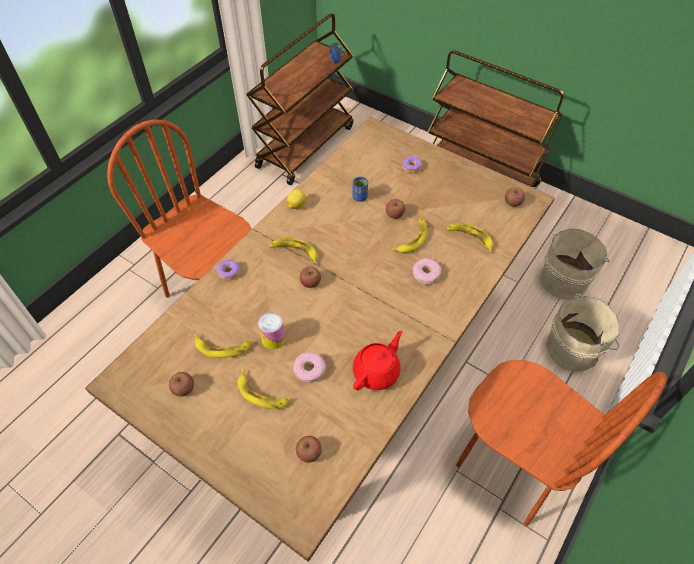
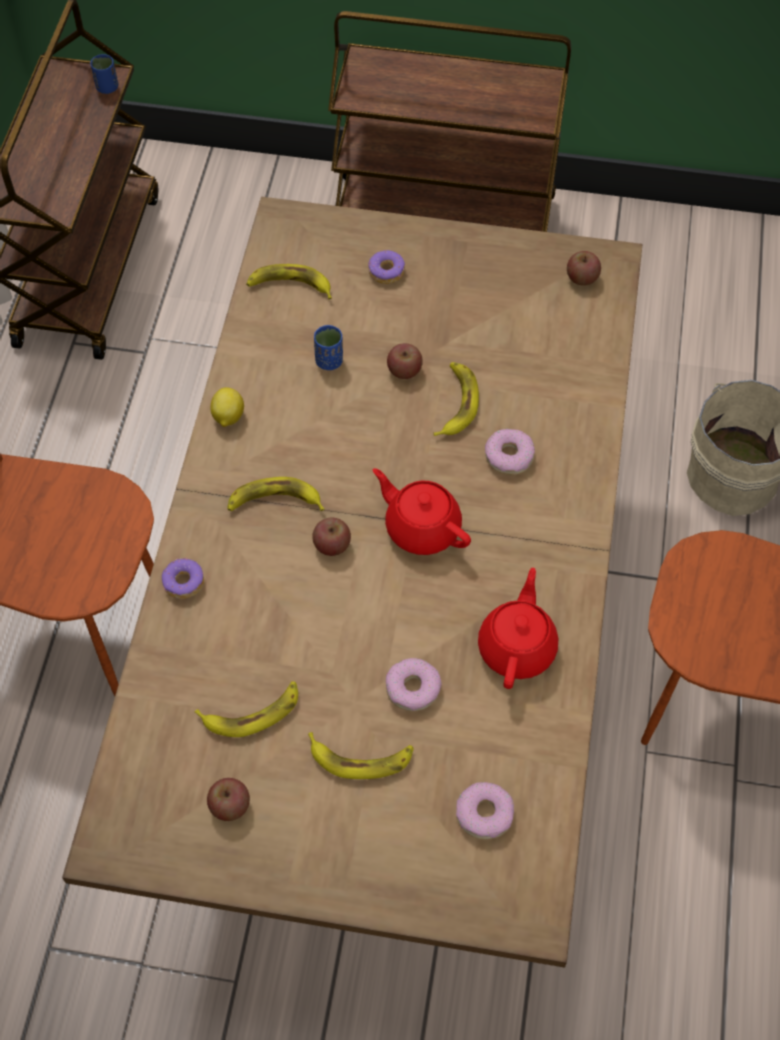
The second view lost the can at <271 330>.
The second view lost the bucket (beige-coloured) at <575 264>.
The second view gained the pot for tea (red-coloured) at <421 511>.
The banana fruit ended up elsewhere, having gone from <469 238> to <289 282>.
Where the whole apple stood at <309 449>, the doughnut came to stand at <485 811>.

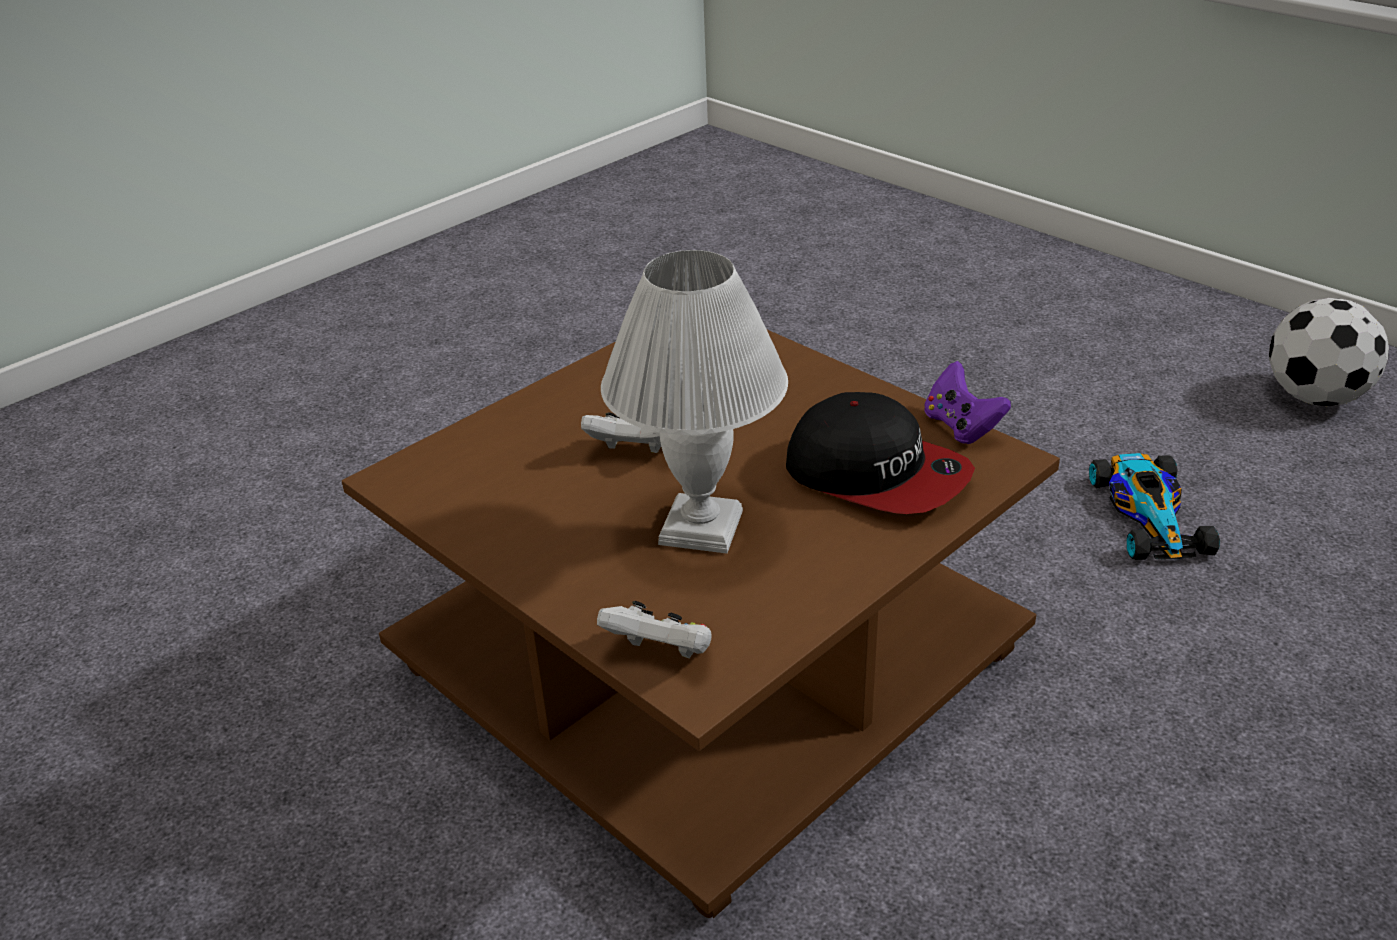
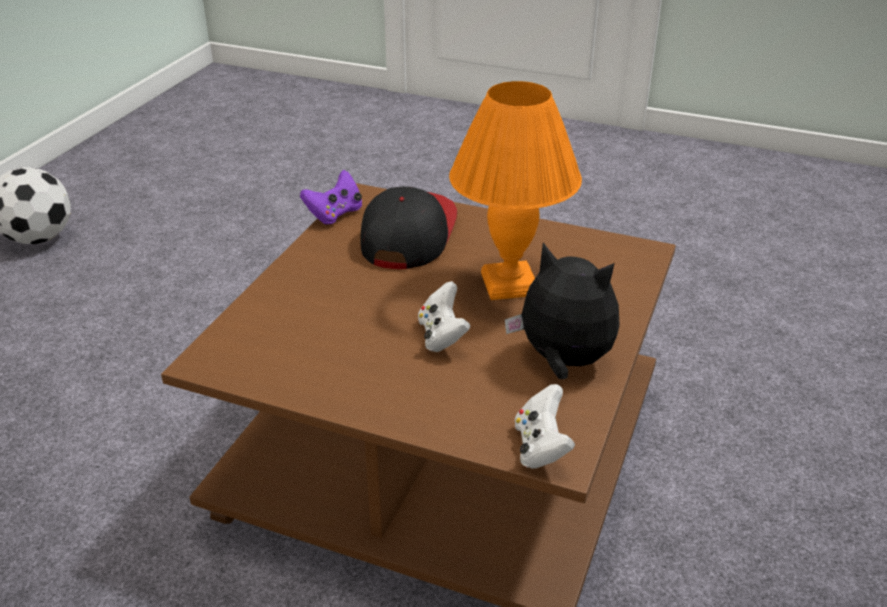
The second view lost the toy car at <1154 506>.
The second view gained the plush toy at <562 310>.
The game controller (white-coloured) ended up elsewhere, having gone from <654 629> to <545 426>.
What was the lamp for a table (white-coloured) at <694 402> turned into the lamp for a table (orangey) at <515 190>.

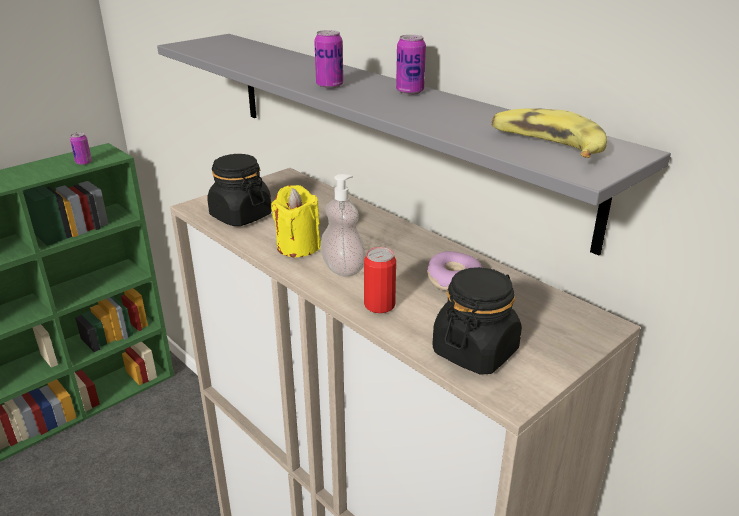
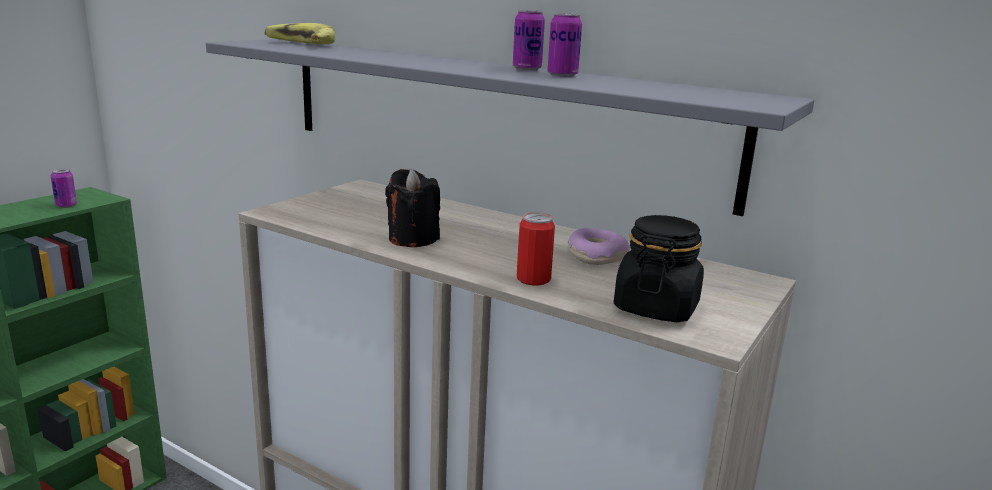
The second view lost the jar (black-coloured) at <239 190>.
The second view lost the liquid soap bottle at <343 225>.
The can ended up elsewhere, having gone from <328 59> to <564 45>.
The banana fruit ended up elsewhere, having gone from <549 133> to <300 33>.
What was the wax candle (yellowish) at <296 221> turned into the wax candle (black-coloured) at <412 208>.

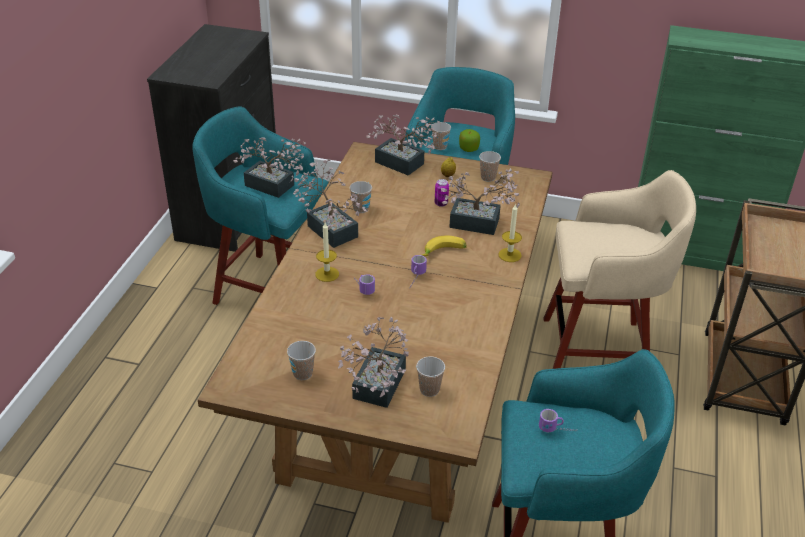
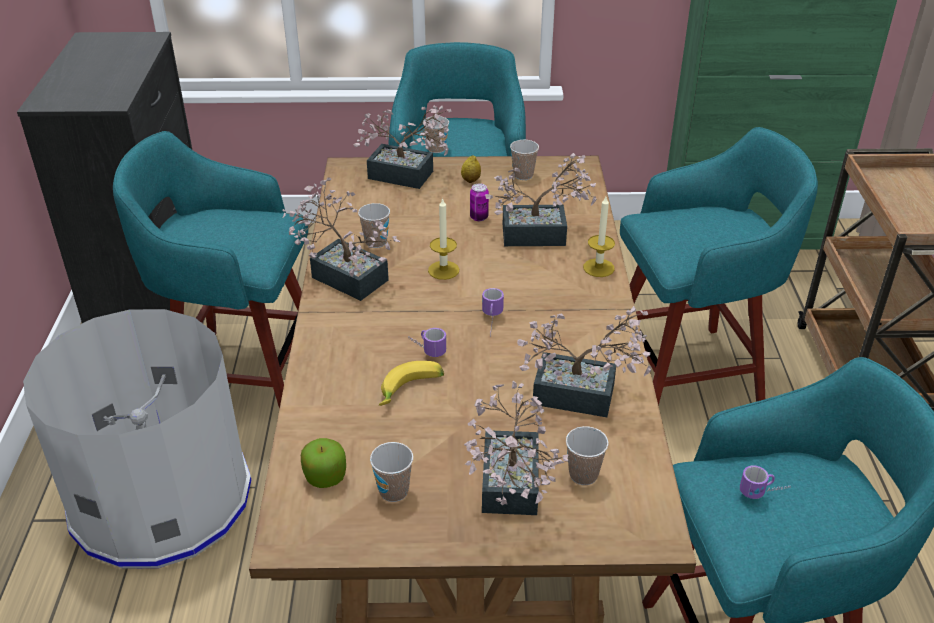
The second view gained the rubbish bin (gray) at <137 439>.
The plant in a pot ended up elsewhere, having gone from <269 167> to <584 361>.
The wax candle ended up elsewhere, having gone from <327 252> to <443 238>.
The banana fruit ended up elsewhere, having gone from <444 246> to <411 383>.
The whole apple ended up elsewhere, having gone from <469 140> to <323 463>.
What was the sitting stool (beige-coloured) at <619 269> turned into the sitting stool (blue-green) at <719 266>.

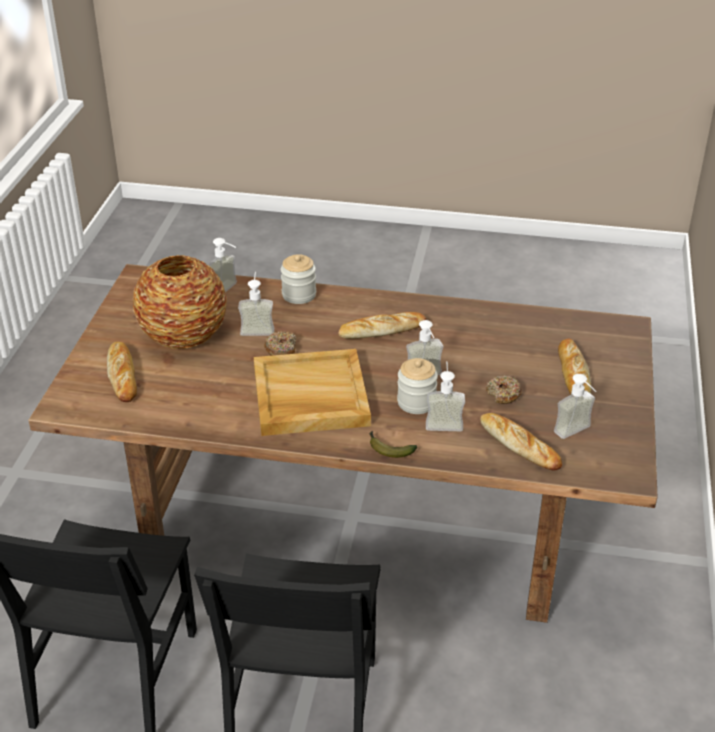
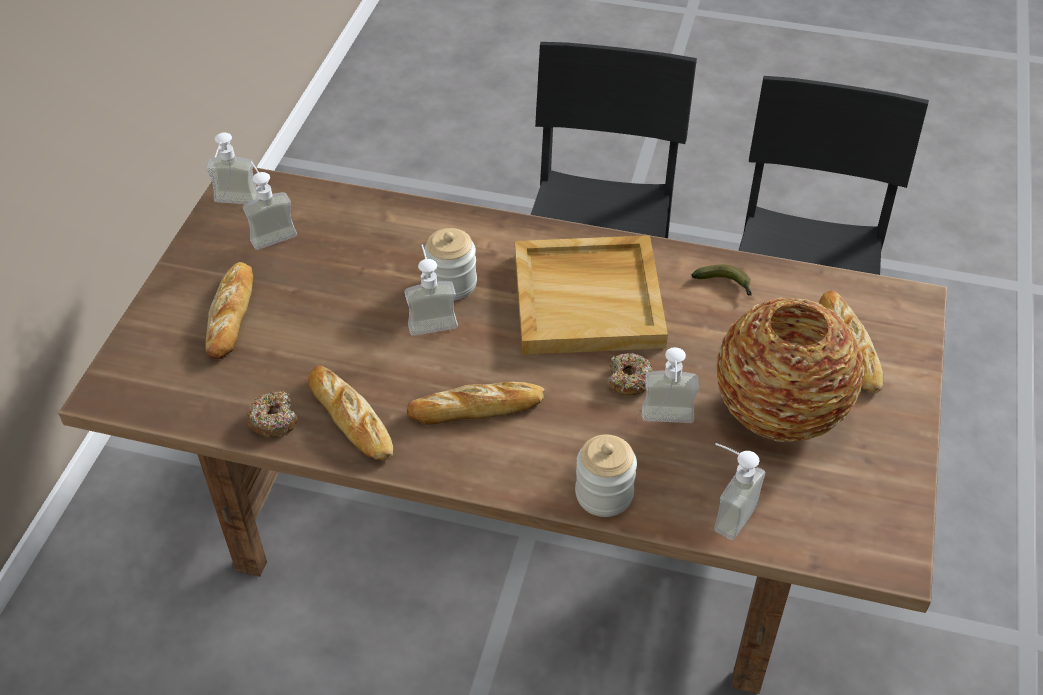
The banana fruit ended up elsewhere, having gone from <393 444> to <722 280>.
The liquid soap bottle ended up elsewhere, having gone from <445 396> to <232 168>.
The baked bread ended up elsewhere, having gone from <521 442> to <350 413>.
The doughnut ended up elsewhere, having gone from <504 389> to <272 414>.

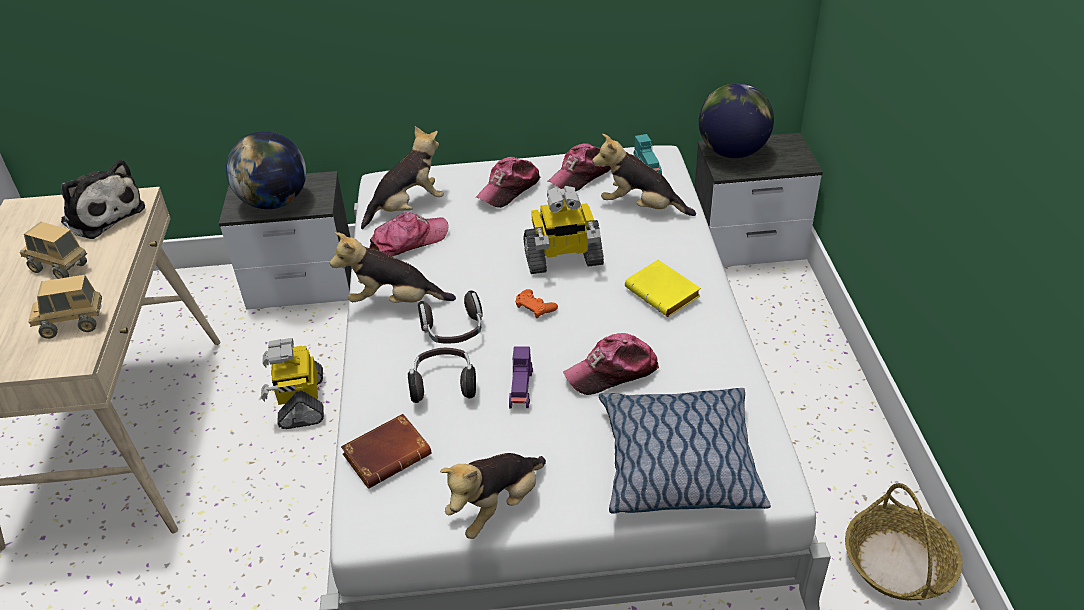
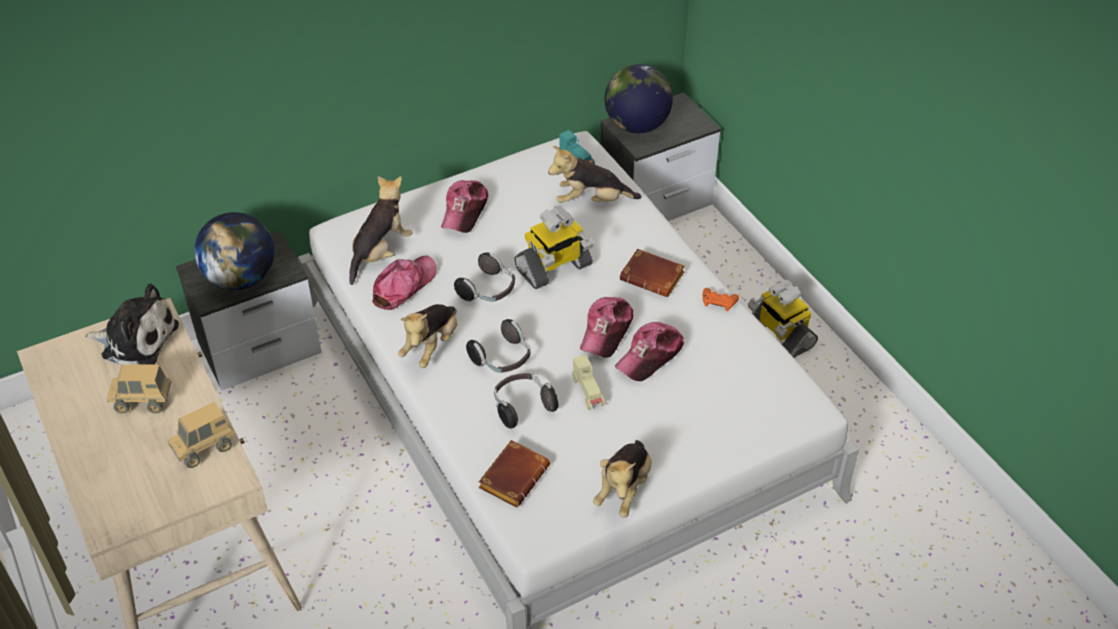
The second view lost the pillow at <685 451>.
The second view lost the household basket at <903 541>.
The second view gained the headset at <484 277>.
The toy robot ended up elsewhere, having gone from <292 383> to <783 319>.
The game controller (orangey) ended up elsewhere, having gone from <536 303> to <721 299>.
The peaked cap ended up elsewhere, having gone from <579 167> to <606 327>.
What was the toy car (purple-coloured) at <521 377> turned into the toy car (beige-coloured) at <588 382>.
What was the book (yellowish) at <663 288> turned into the book (brown) at <652 273>.
The plush toy at <393 267> ended up facing another way, 45 degrees counterclockwise from before.

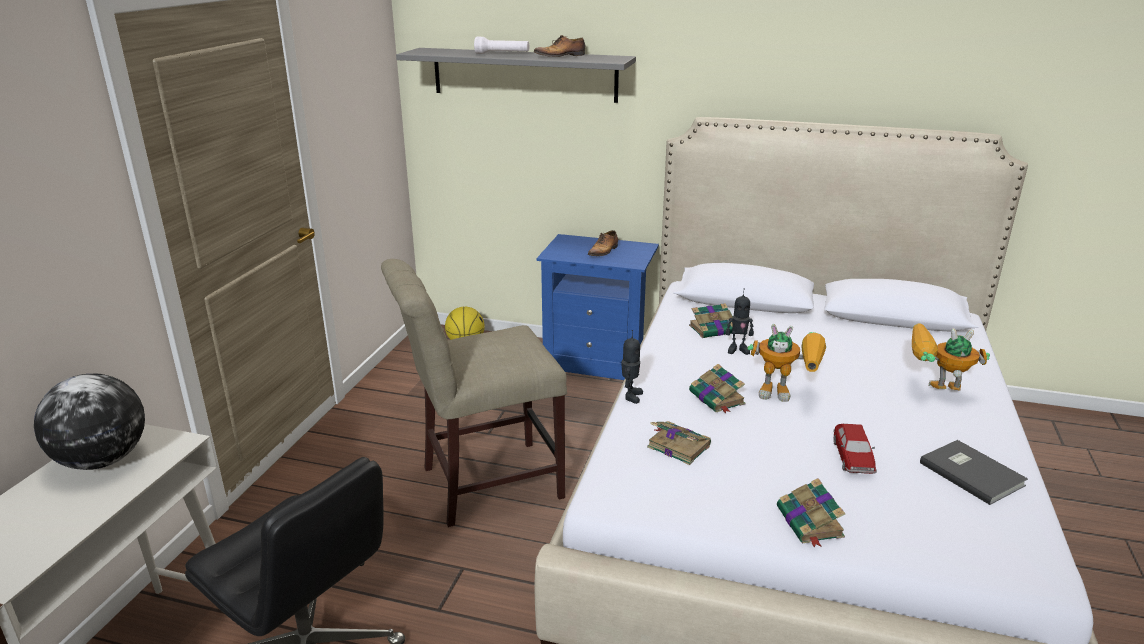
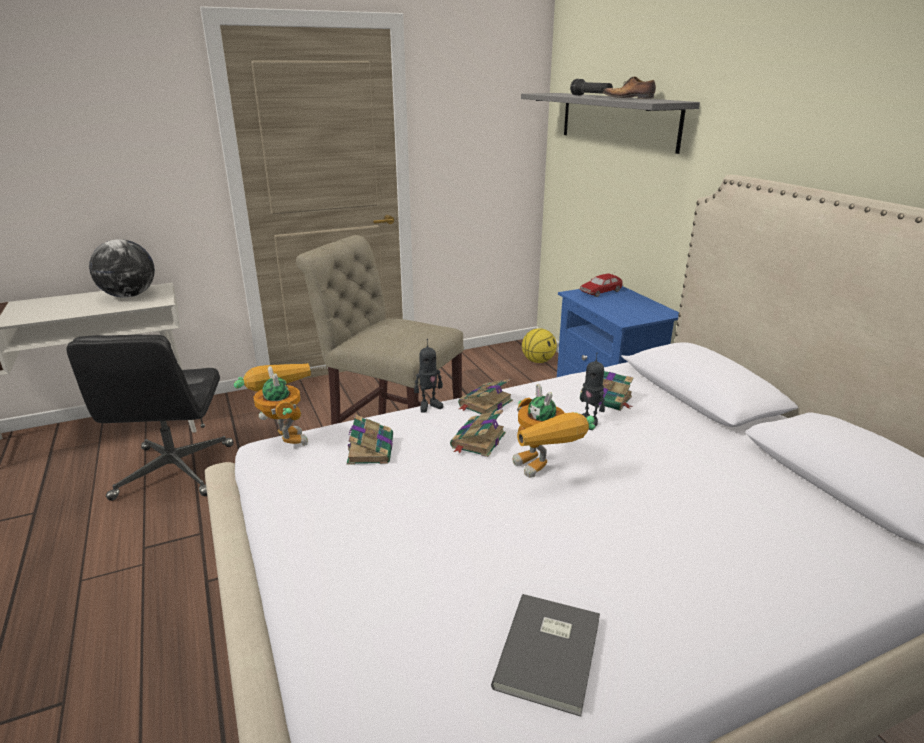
The second view lost the low shoe at <603 243>.
The book ended up elsewhere, having gone from <811 513> to <485 396>.
The toy car ended up elsewhere, having gone from <855 448> to <601 285>.
The toy robot ended up elsewhere, having gone from <951 357> to <272 404>.
What was the hand torch (white-coloured) at <501 45> turned into the hand torch (black-coloured) at <591 87>.

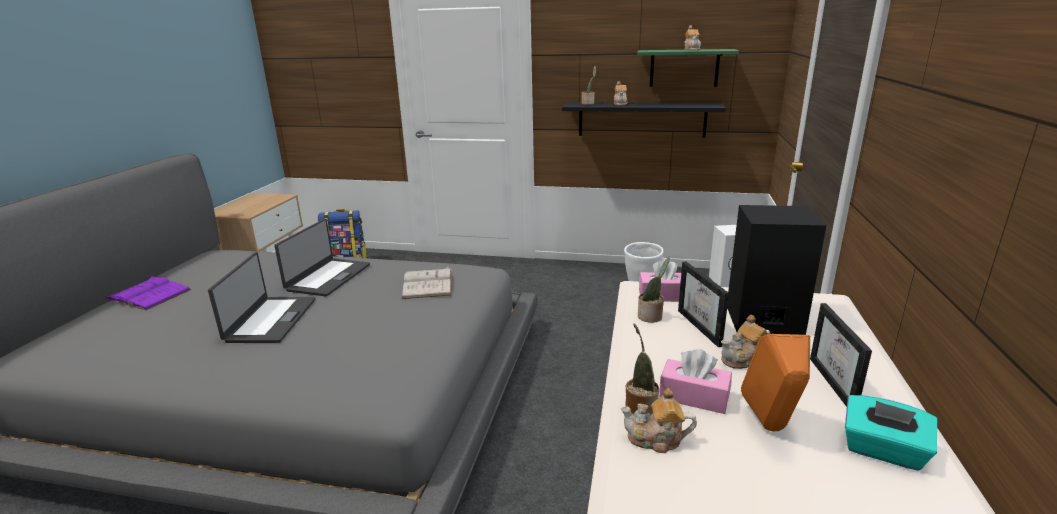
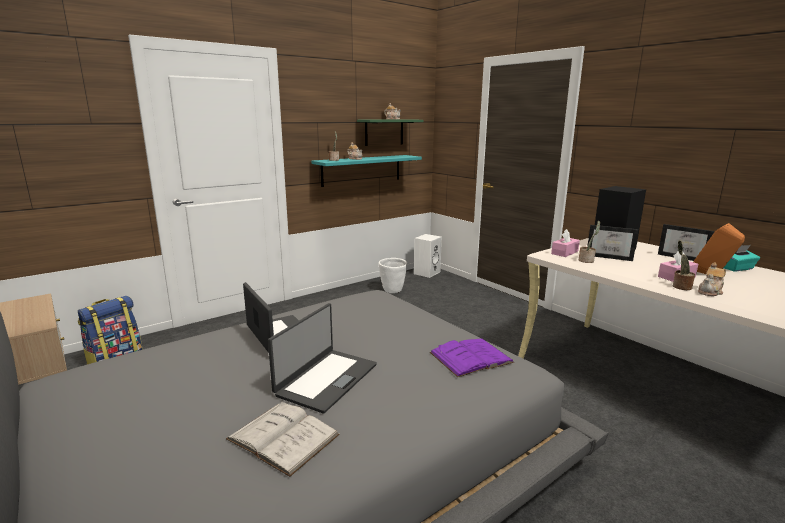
The second view lost the pot for tea at <746 342>.
The book (purple-coloured) ended up elsewhere, having gone from <149 293> to <472 357>.
The book (white-coloured) ended up elsewhere, having gone from <426 283> to <283 439>.
What was the shelf (black-coloured) at <644 120> turned into the shelf (blue-green) at <366 171>.
The notebook computer at <262 297> ended up facing another way, 75 degrees clockwise from before.

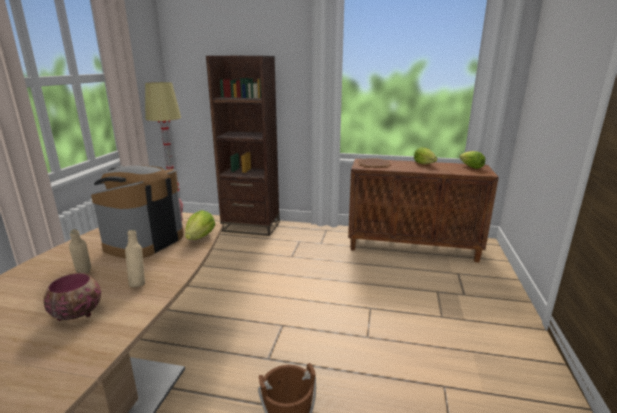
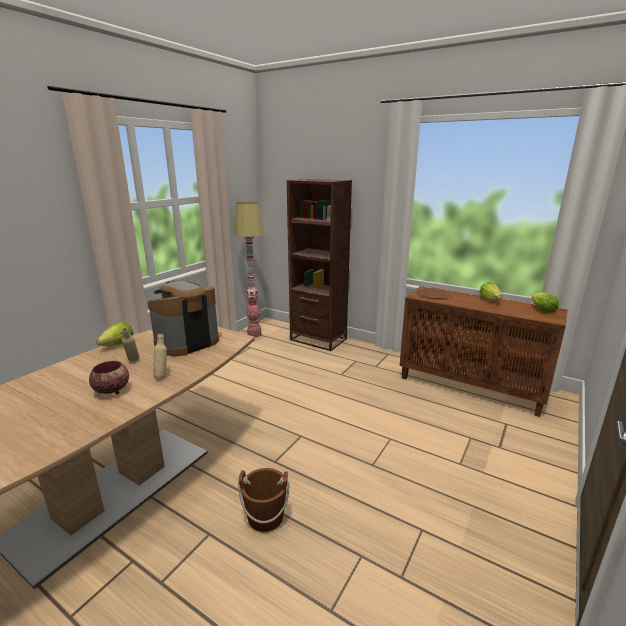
The lettuce head ended up elsewhere, having gone from <200 225> to <114 334>.

